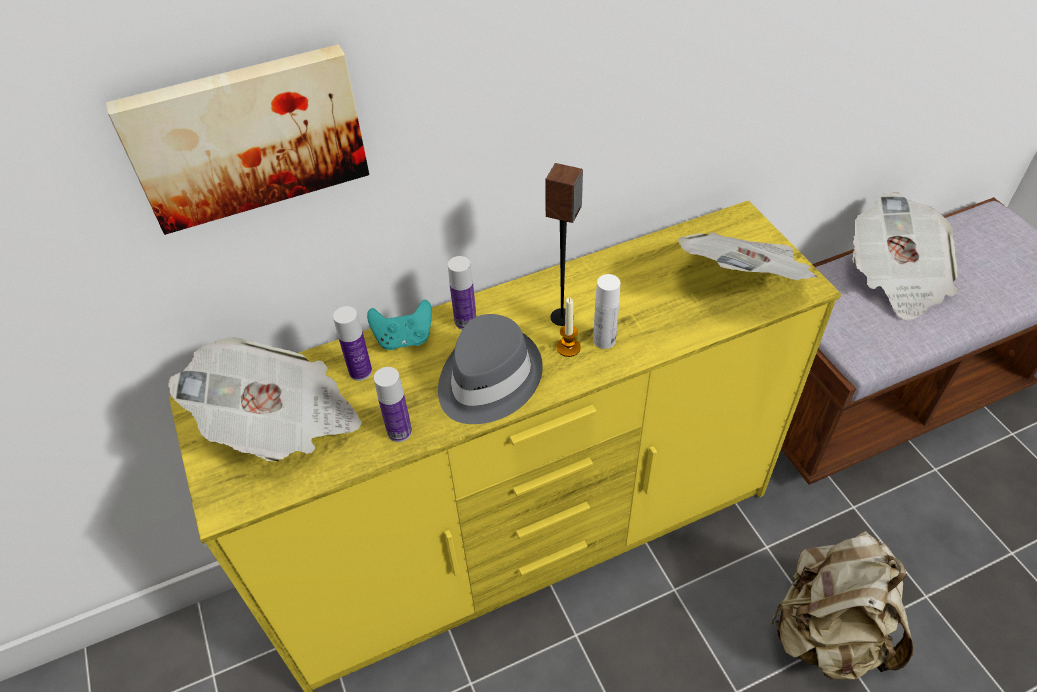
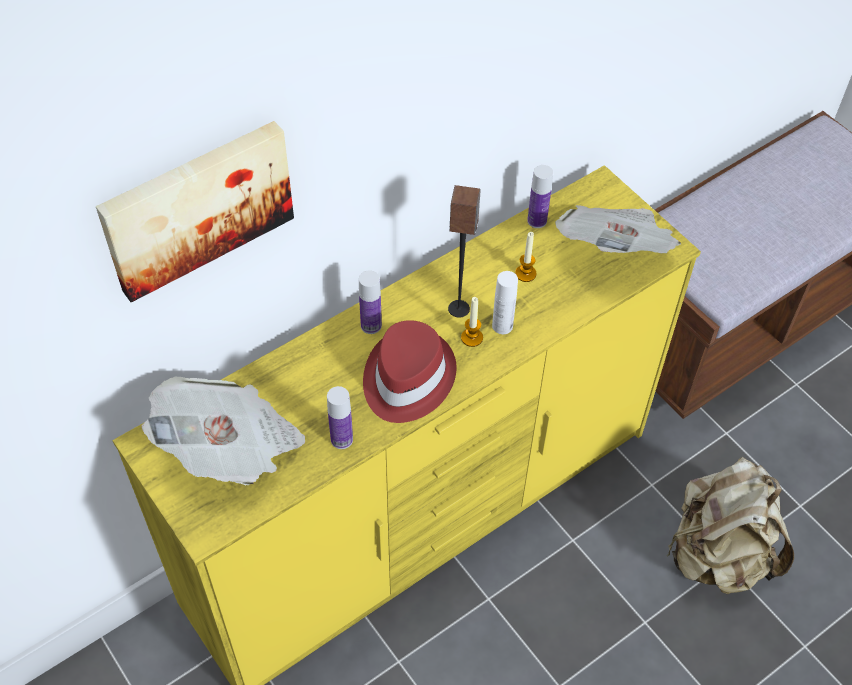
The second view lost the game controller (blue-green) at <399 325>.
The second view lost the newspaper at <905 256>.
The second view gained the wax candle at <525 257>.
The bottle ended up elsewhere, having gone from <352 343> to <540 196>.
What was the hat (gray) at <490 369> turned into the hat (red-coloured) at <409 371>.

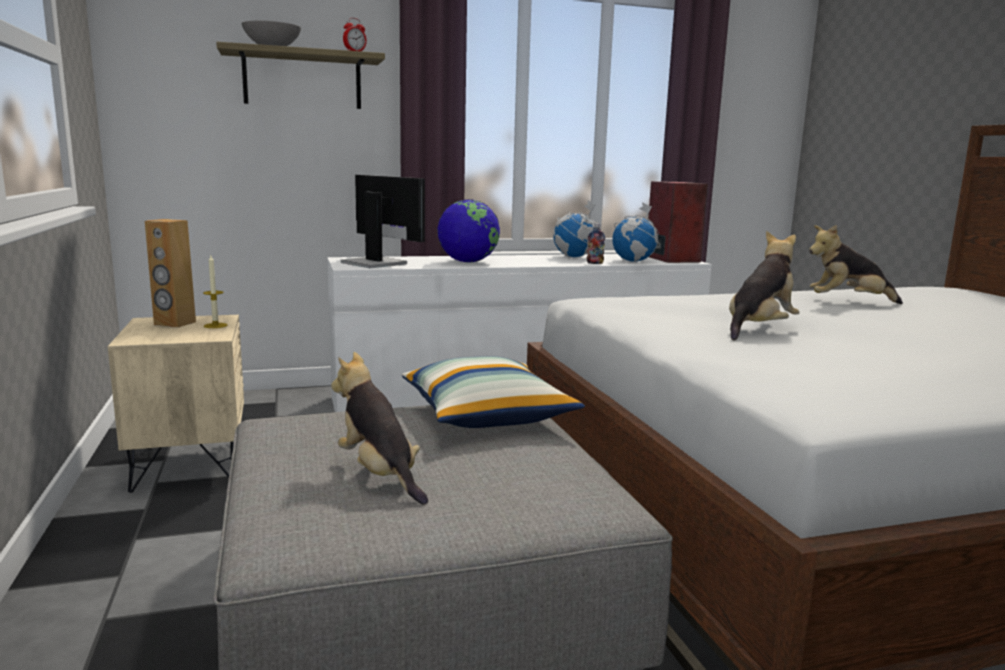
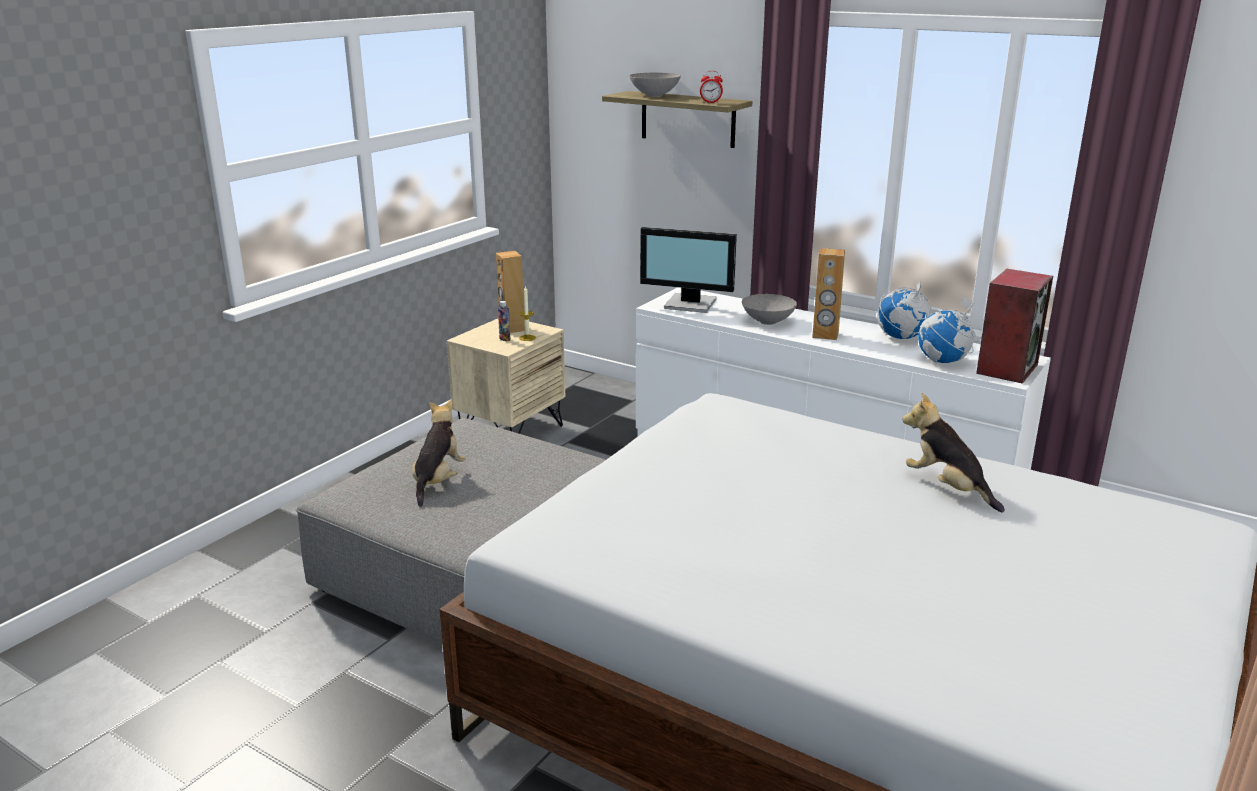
The second view lost the pillow at <493 392>.
The second view lost the plush toy at <764 286>.
The second view gained the loudspeaker (brown) at <828 294>.
The bottle ended up elsewhere, having gone from <596 243> to <504 321>.
Where the globe stood at <468 230>, the deep dish (gray) came to stand at <769 309>.
The monitor at <383 221> ended up facing another way, 105 degrees clockwise from before.

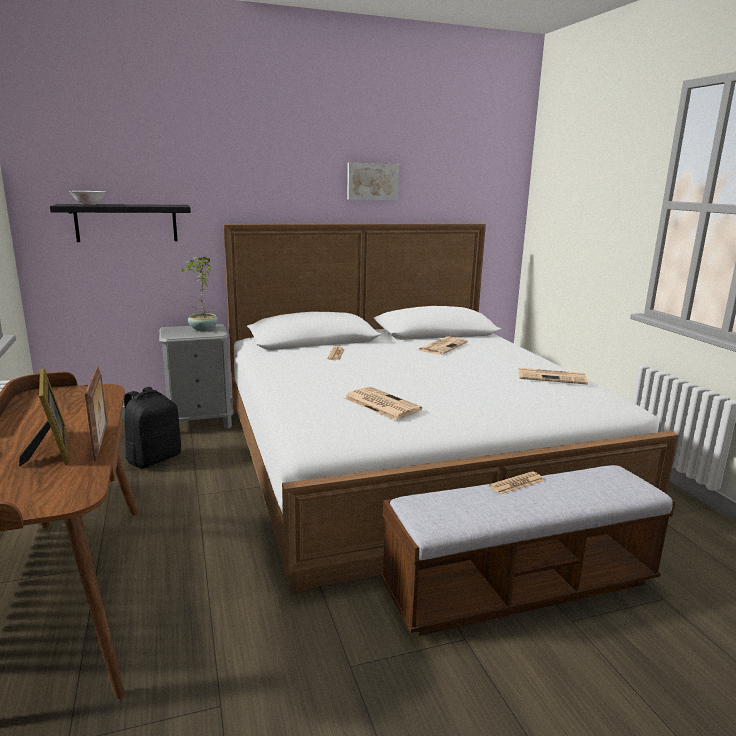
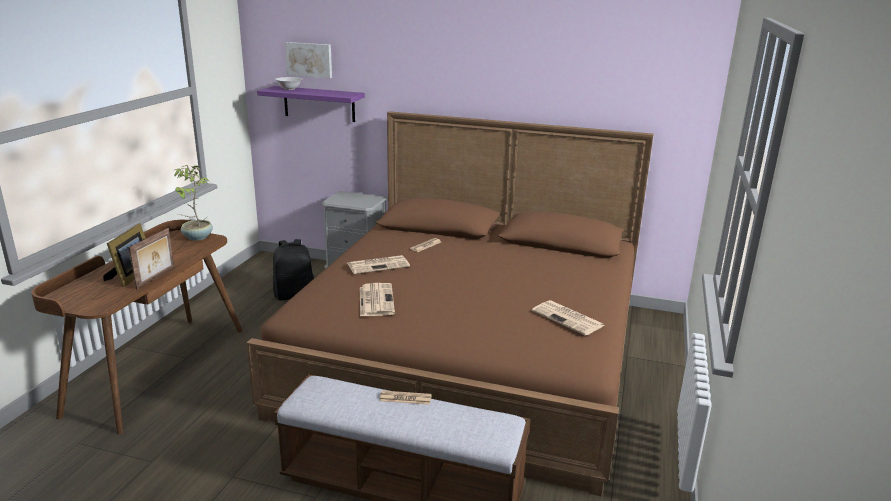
The plant in a pot ended up elsewhere, having gone from <199 294> to <193 203>.
The picture ended up elsewhere, having gone from <373 181> to <308 60>.
The newspaper ended up elsewhere, having gone from <443 345> to <378 264>.
What was the shelf (black-coloured) at <120 223> turned into the shelf (purple-coloured) at <311 104>.
What was the bed (white-coloured) at <450 409> turned into the bed (brown) at <450 303>.

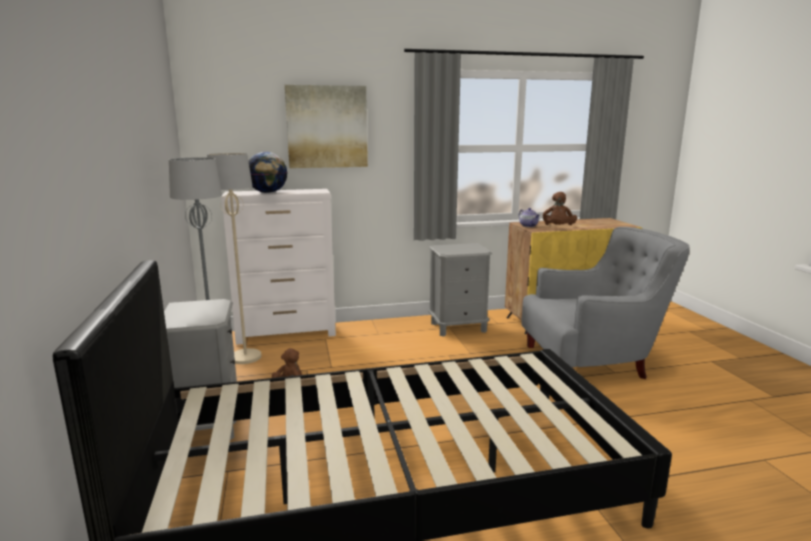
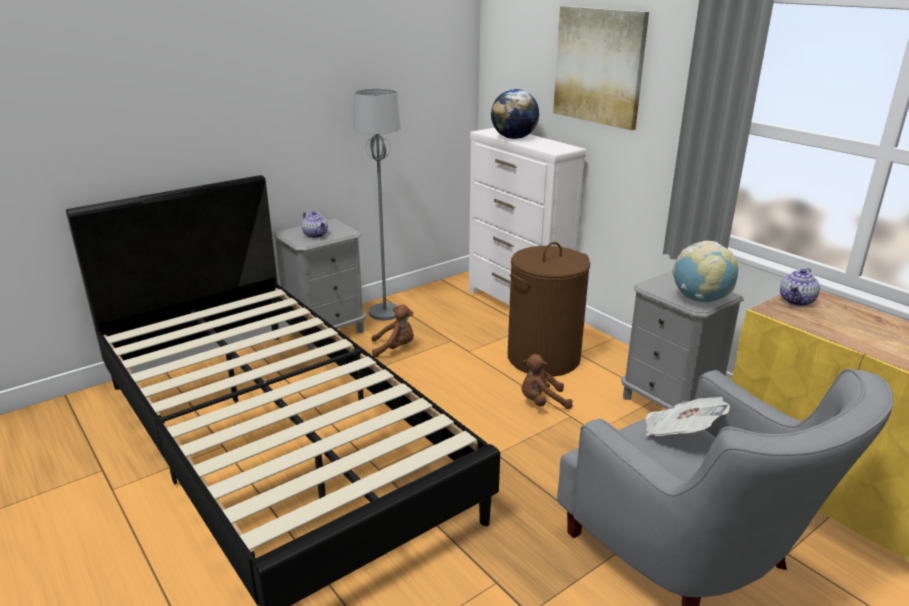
The second view lost the floor lamp (beige-coloured) at <234 258>.
The second view gained the pot for tea at <315 224>.
The second view gained the hamper (brown) at <549 309>.
The second view gained the newspaper at <688 416>.
The second view gained the globe at <705 271>.
The plush toy (brown) ended up elsewhere, having gone from <560 208> to <546 381>.

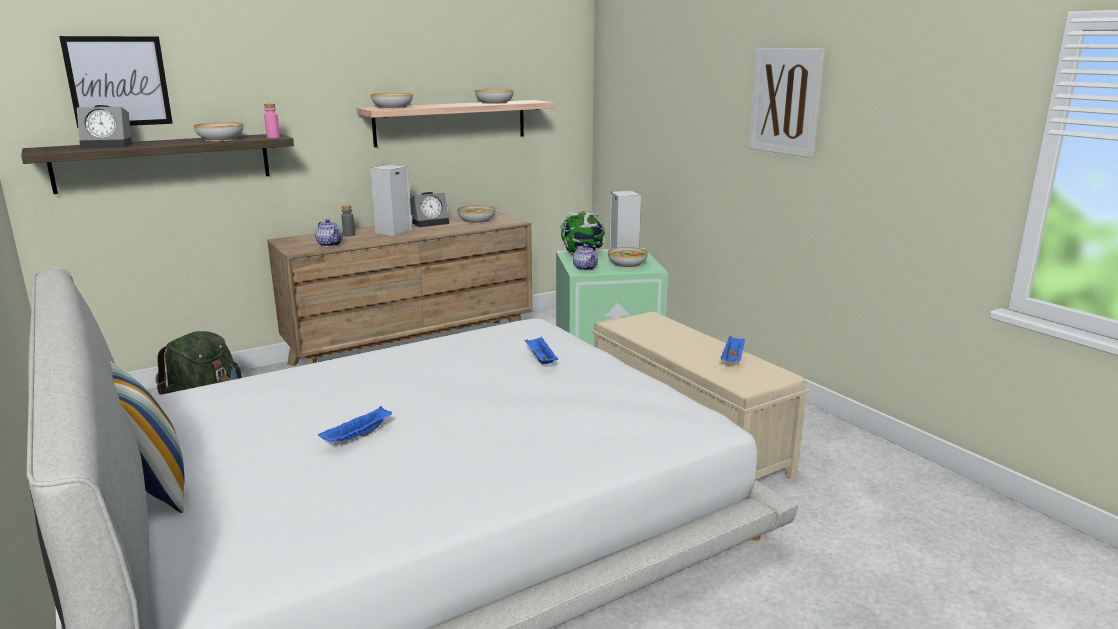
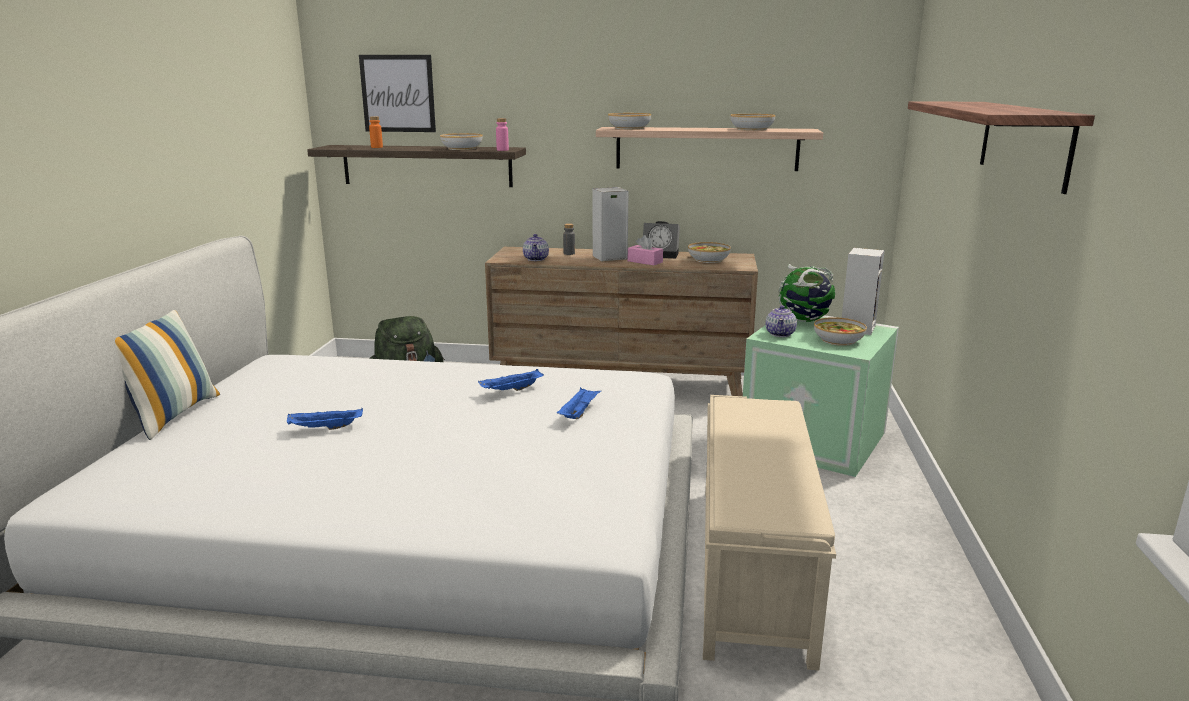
The second view gained the tissue holder (pinkish) at <645 250>.
The carrying tray (bluish) ended up elsewhere, having gone from <733 349> to <511 380>.
Where the bedside clock stood at <105 126>, the bottle (orangey) came to stand at <376 132>.
Where the picture hung at <787 103>, the shelf came to hang at <1001 147>.

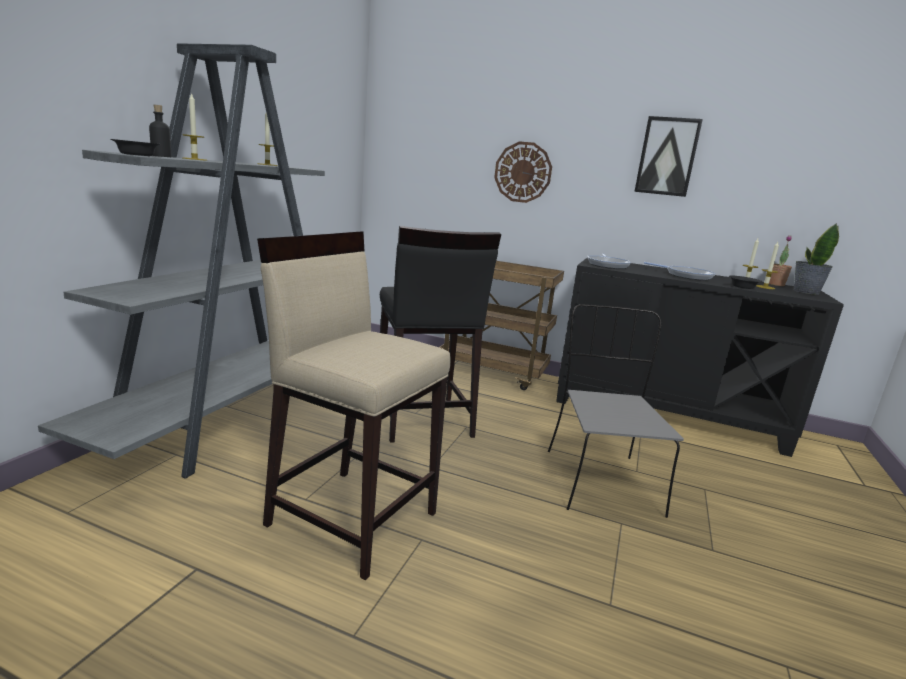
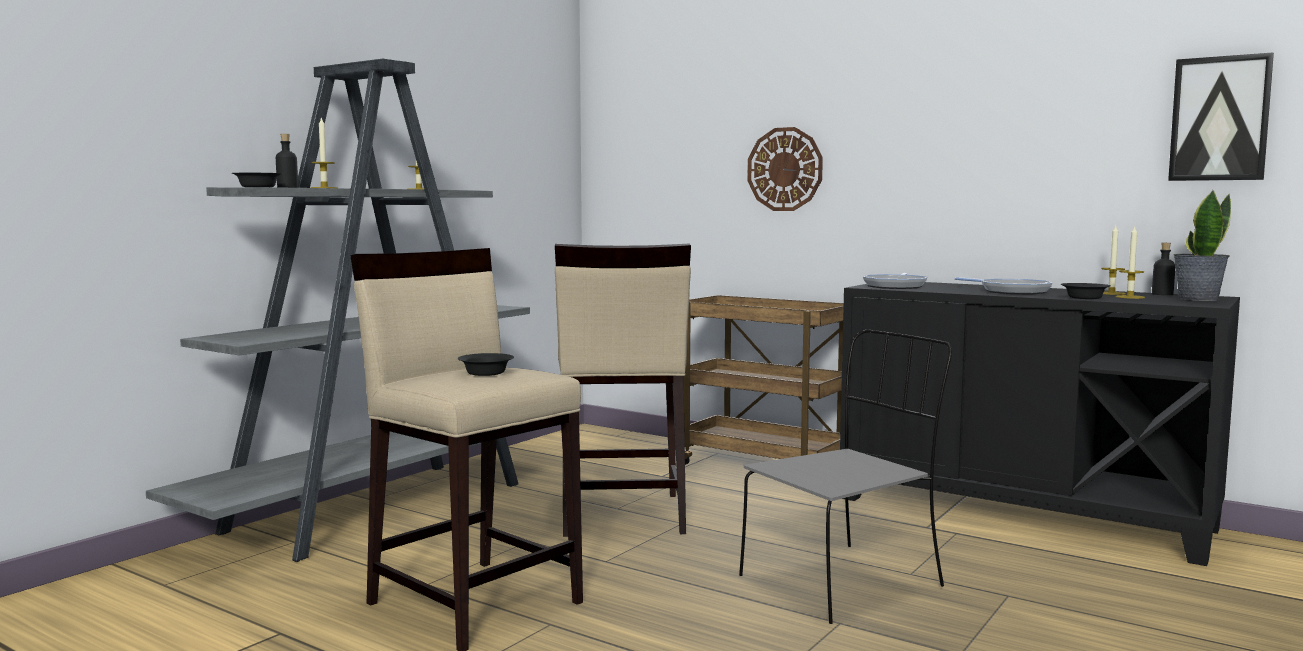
The second view gained the deep dish (black-coloured) at <486 364>.
The picture ended up elsewhere, having gone from <668 156> to <1221 117>.
Where the plant in a pot stood at <780 260>, the bottle (black-coloured) came to stand at <1163 269>.
What was the sitting stool (black-coloured) at <440 334> turned into the sitting stool (beige-coloured) at <623 390>.
The upright chair (gray) at <616 411> ended up facing another way, 45 degrees clockwise from before.

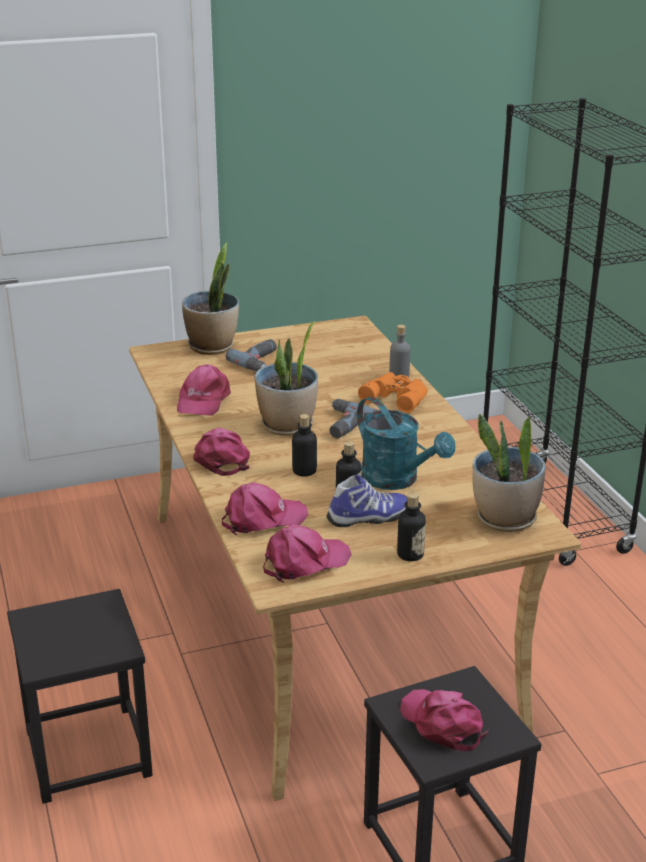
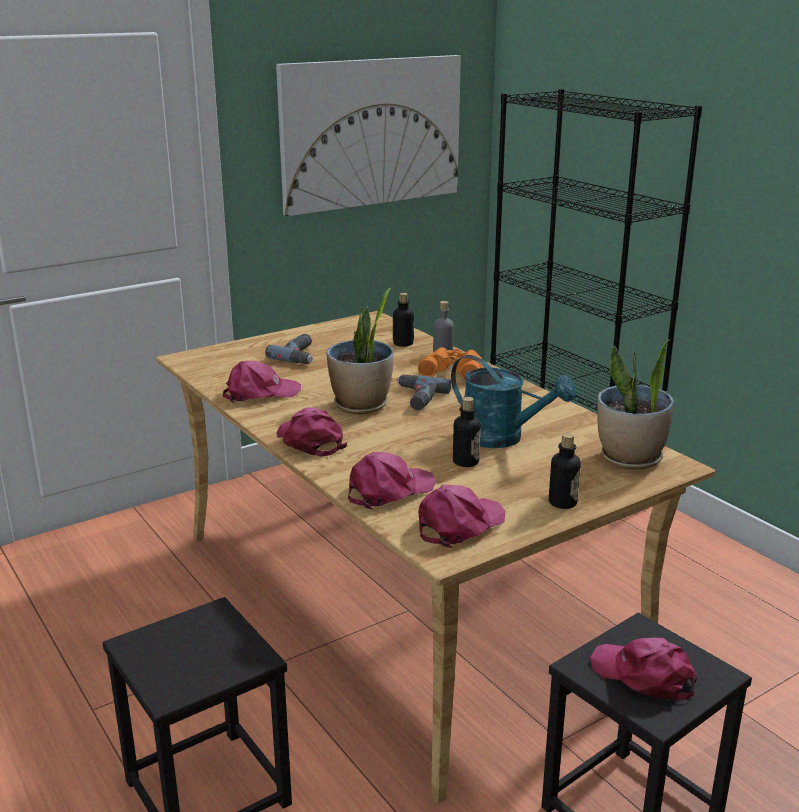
The second view lost the plant in a pot at <210 299>.
The second view lost the low shoe at <367 501>.
The second view gained the picture at <368 135>.
The bottle ended up elsewhere, having gone from <304 445> to <403 320>.
The peaked cap (pinkish) at <204 390> ended up facing another way, 105 degrees counterclockwise from before.

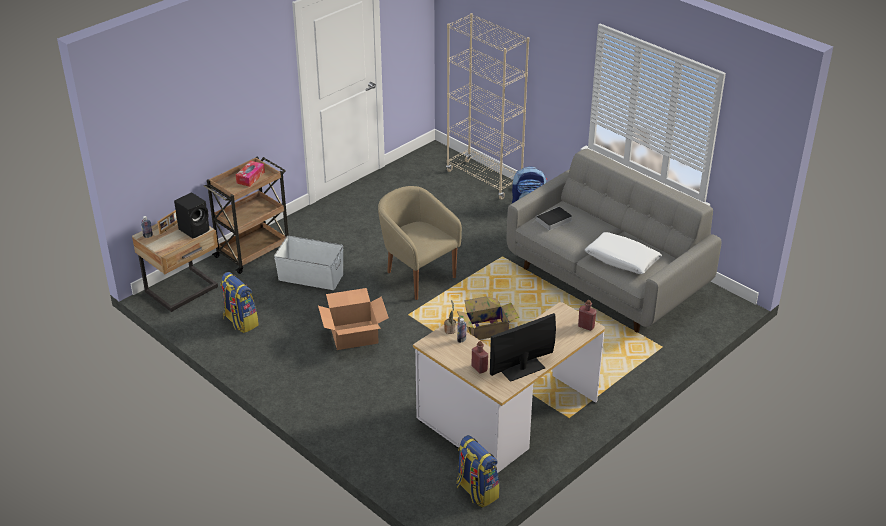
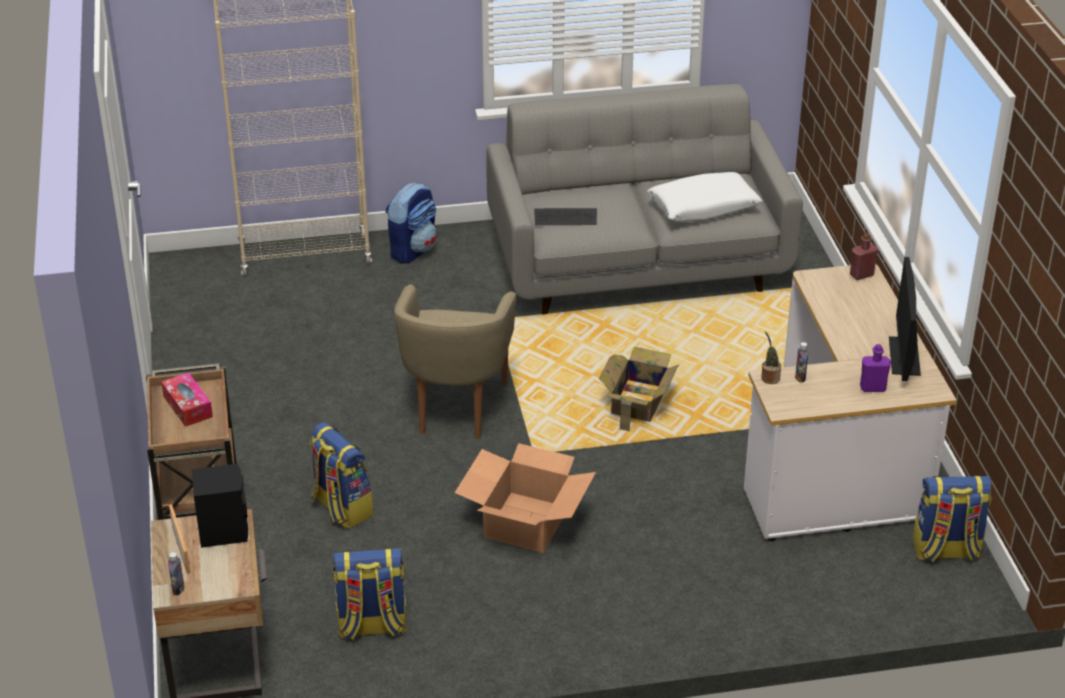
Where the storage container (white-coloured) stood at <309 263>, the rucksack came to stand at <341 475>.
Where the book stood at <552 219>, the keyboard came to stand at <565 216>.
What was the bottle (red-coloured) at <480 357> turned into the bottle (purple-coloured) at <875 368>.
The lounge chair (beige-coloured) at <420 243> ended up facing another way, 75 degrees counterclockwise from before.

